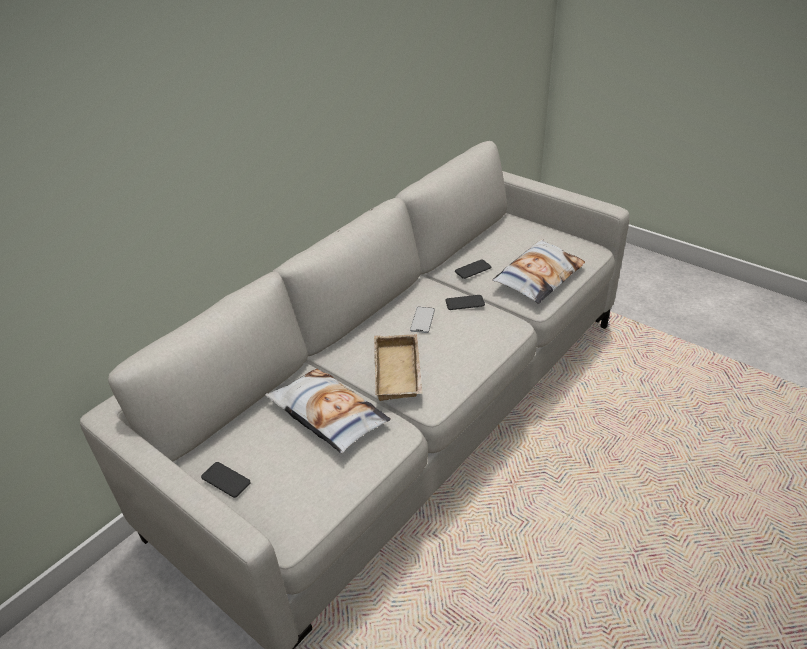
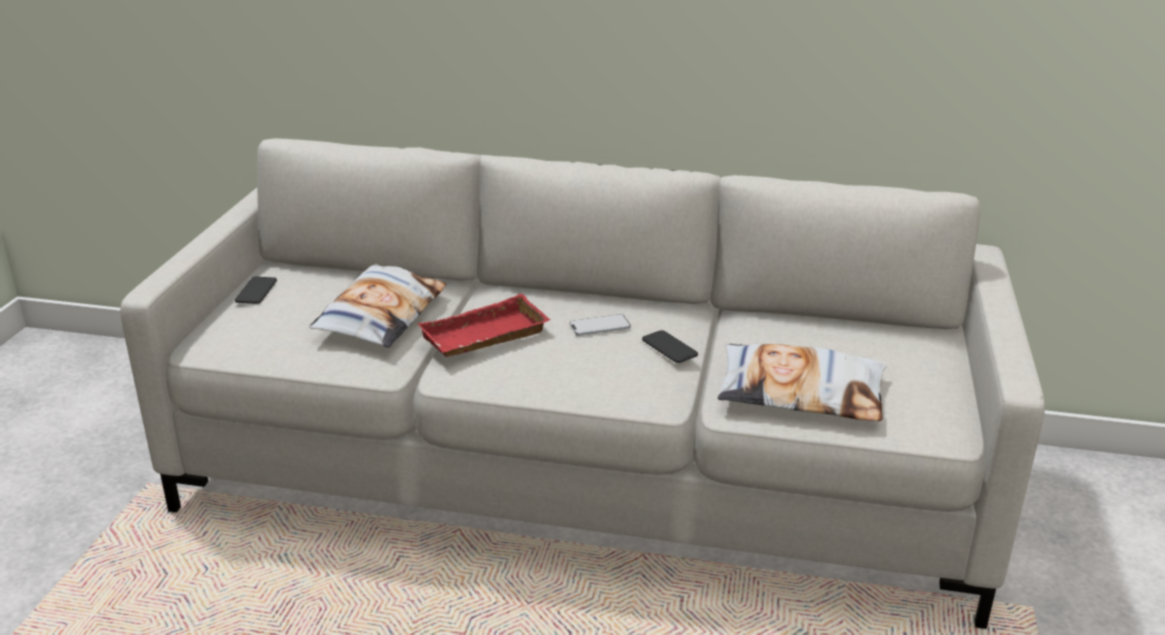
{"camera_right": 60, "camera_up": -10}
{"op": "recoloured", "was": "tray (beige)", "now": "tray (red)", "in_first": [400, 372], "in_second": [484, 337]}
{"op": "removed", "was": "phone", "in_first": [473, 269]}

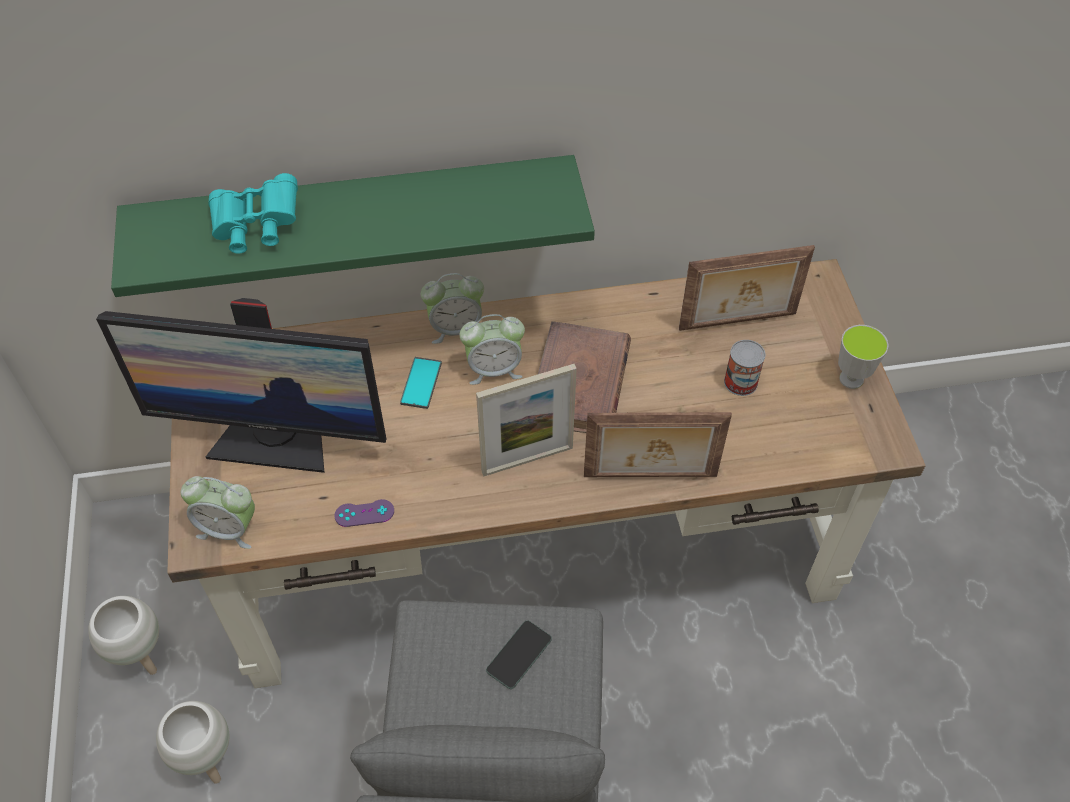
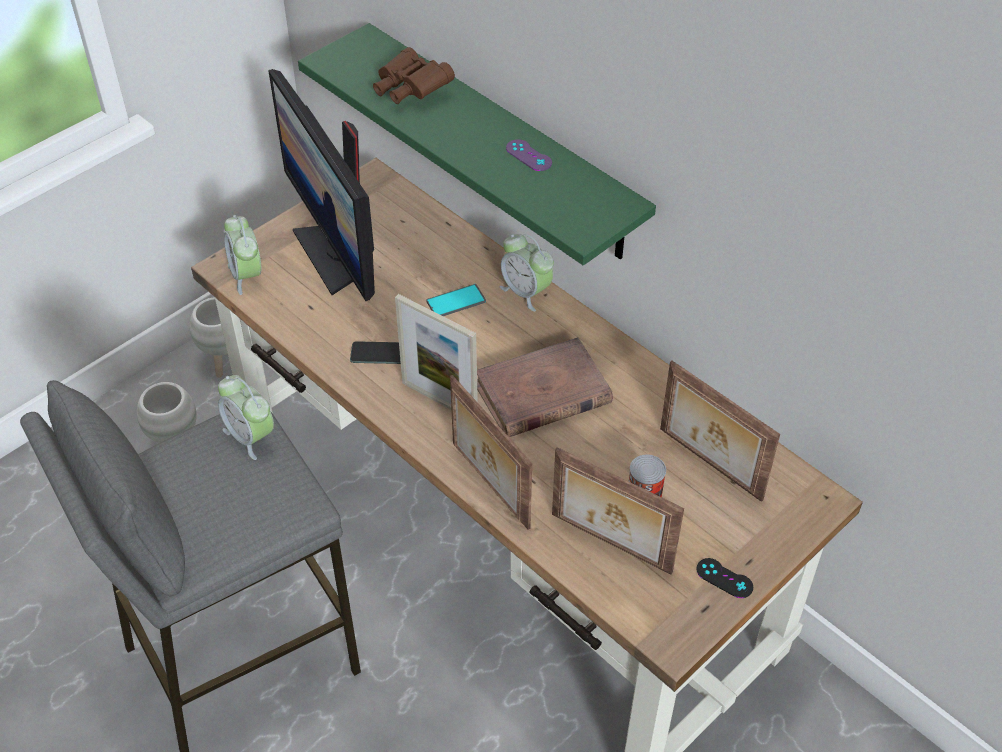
{"camera_right": 55, "camera_up": -5}
{"op": "moved", "was": "alarm clock", "in_first": [494, 369], "in_second": [250, 436]}
{"op": "moved", "was": "phone", "in_first": [519, 655], "in_second": [379, 353]}
{"op": "recoloured", "was": "binoculars (turquoise)", "now": "binoculars (brown)", "in_first": [256, 228], "in_second": [410, 90]}
{"op": "moved", "was": "game controller (purple)", "in_first": [364, 513], "in_second": [528, 155]}
{"op": "added", "now": "picture frame", "in_second": [610, 545]}
{"op": "replaced", "was": "cup", "now": "game controller (black)", "in_first": [851, 379], "in_second": [724, 578]}

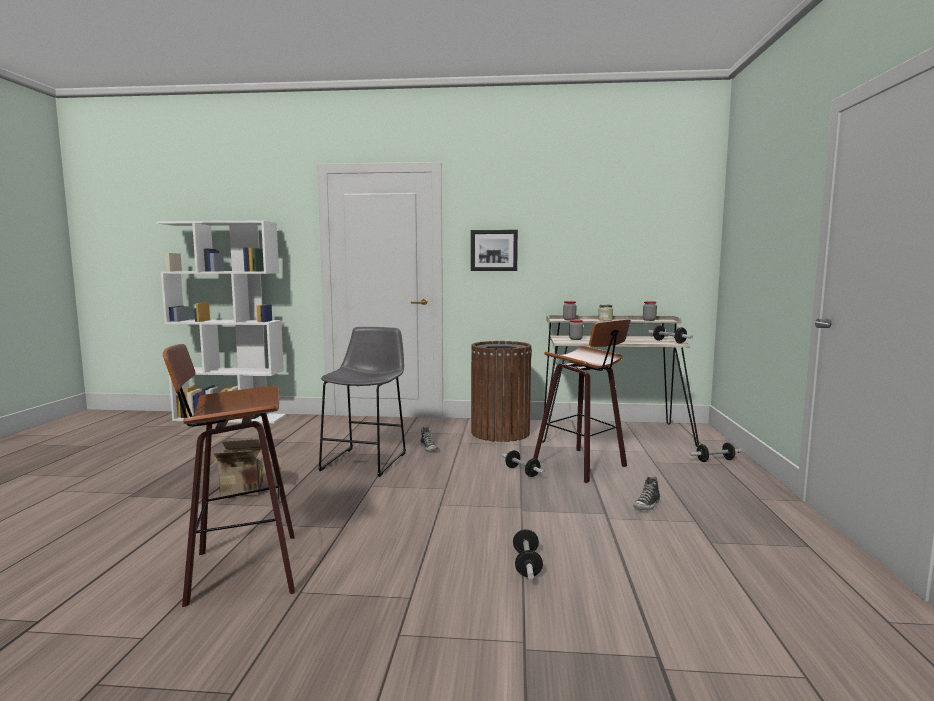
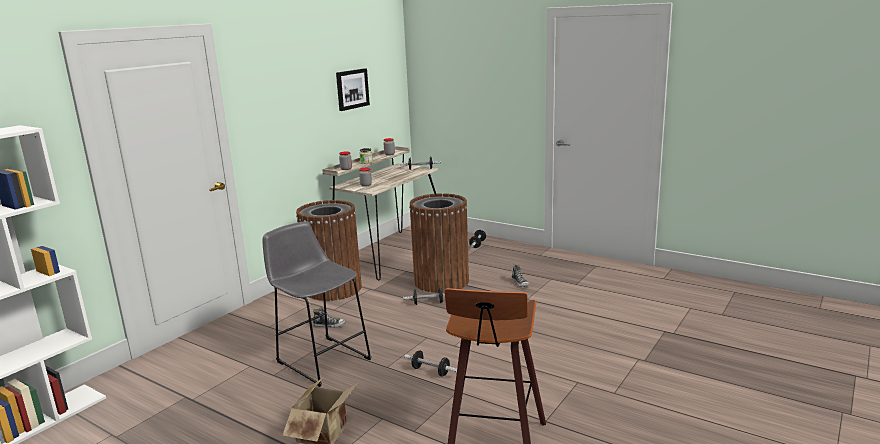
{"camera_right": -60, "camera_up": 10}
{"op": "moved", "was": "picture", "in_first": [494, 250], "in_second": [352, 89]}
{"op": "moved", "was": "dumbbell", "in_first": [527, 564], "in_second": [431, 371]}
{"op": "replaced", "was": "stool", "now": "trash can (brown)", "in_first": [583, 466], "in_second": [441, 281]}

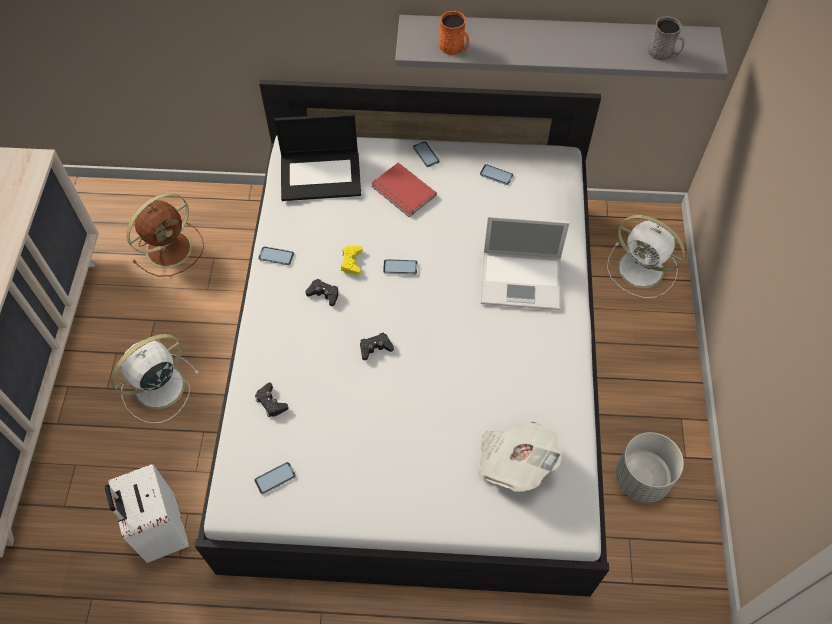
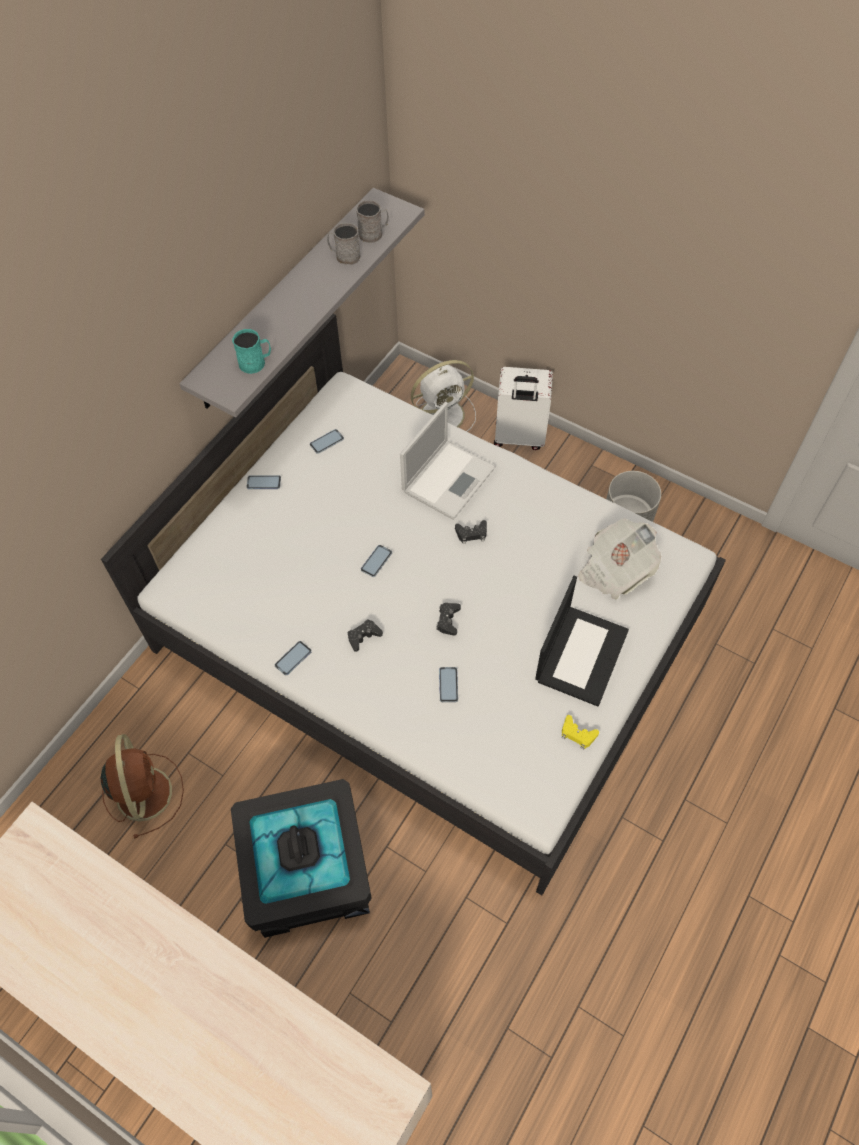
{"camera_right": -60, "camera_up": 0}
{"op": "replaced", "was": "fan (white)", "now": "storage box (black)", "in_first": [157, 388], "in_second": [310, 872]}
{"op": "recoloured", "was": "mug (orange)", "now": "mug (turquoise)", "in_first": [454, 48], "in_second": [256, 362]}
{"op": "added", "now": "mug (grey)", "in_second": [344, 256]}
{"op": "moved", "was": "phone", "in_first": [275, 478], "in_second": [448, 685]}
{"op": "moved", "was": "game controller (black)", "in_first": [271, 402], "in_second": [471, 534]}
{"op": "moved", "was": "suitcase (white)", "in_first": [161, 531], "in_second": [519, 438]}
{"op": "moved", "was": "laptop", "in_first": [321, 175], "in_second": [581, 654]}
{"op": "moved", "was": "game controller (yellow)", "in_first": [351, 262], "in_second": [577, 734]}
{"op": "removed", "was": "book (red)", "in_first": [402, 192]}

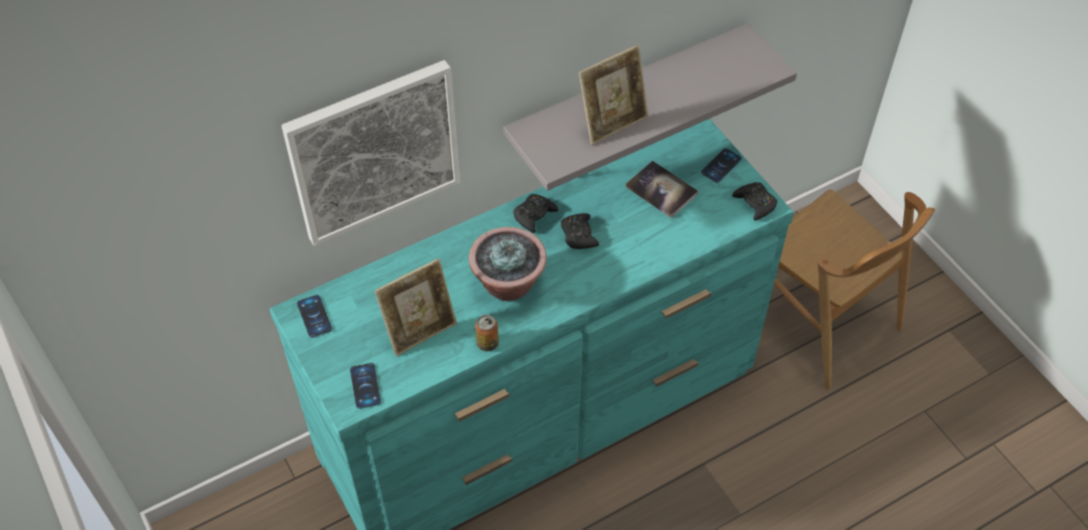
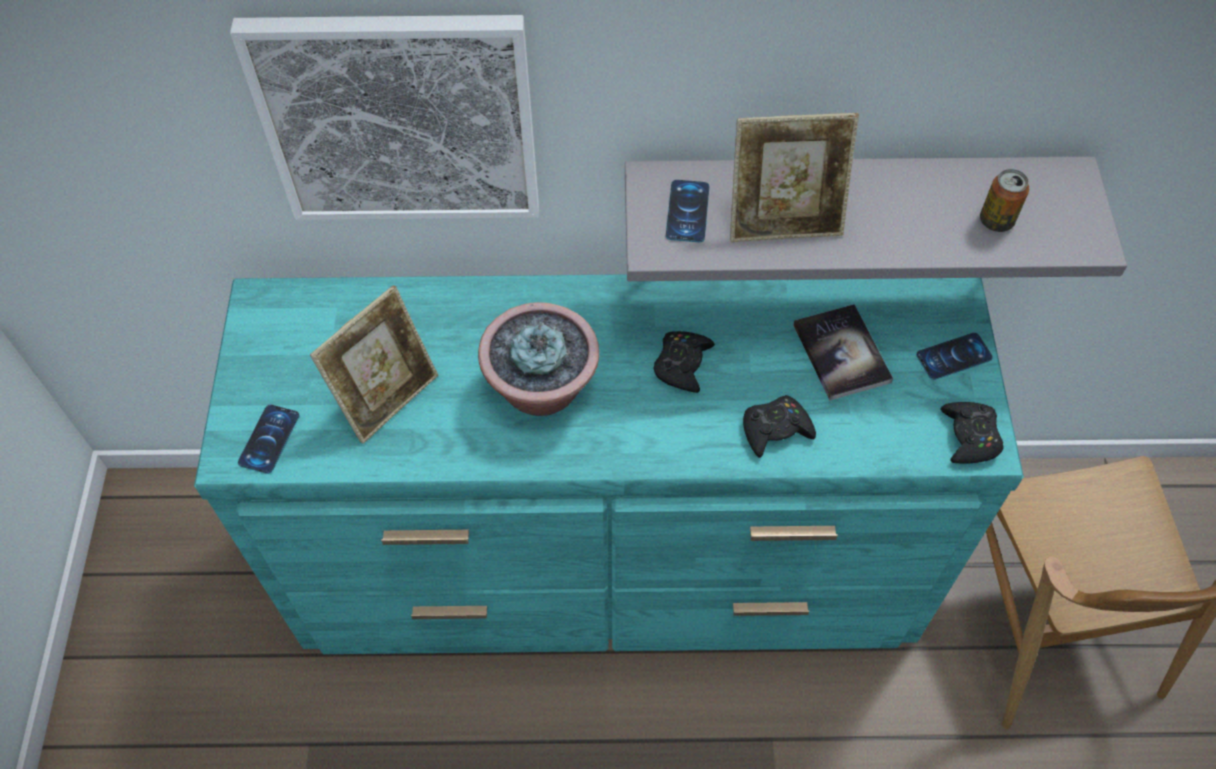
{"camera_right": 30, "camera_up": 5}
{"op": "turned", "was": "picture frame", "in_first": [420, 330], "in_second": [387, 397], "clockwise": -45}
{"op": "moved", "was": "phone", "in_first": [314, 316], "in_second": [687, 211]}
{"op": "moved", "was": "game controller (black)", "in_first": [534, 215], "in_second": [775, 430]}
{"op": "moved", "was": "can", "in_first": [487, 343], "in_second": [996, 221]}

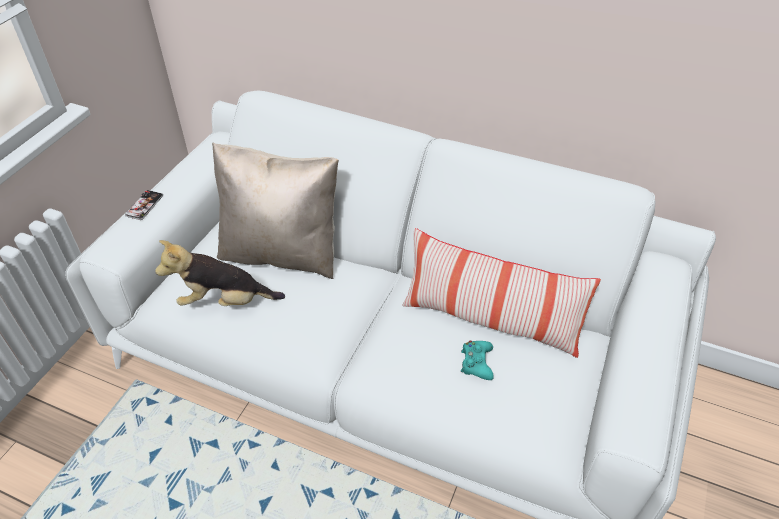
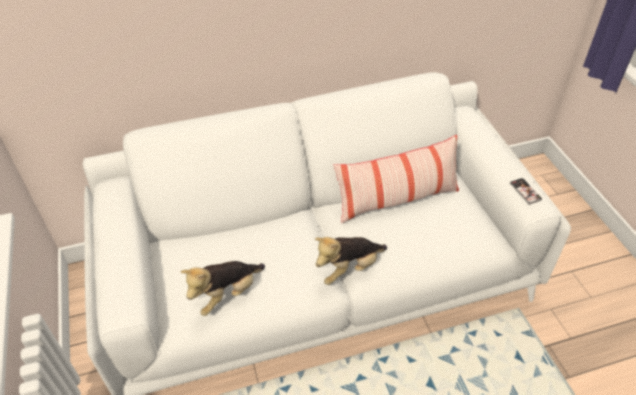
{"camera_right": -40, "camera_up": 0}
{"op": "added", "now": "plush toy", "in_second": [349, 269]}
{"op": "moved", "was": "phone", "in_first": [144, 205], "in_second": [525, 191]}
{"op": "removed", "was": "pillow (beige)", "in_first": [282, 253]}
{"op": "removed", "was": "game controller (turquoise)", "in_first": [476, 363]}

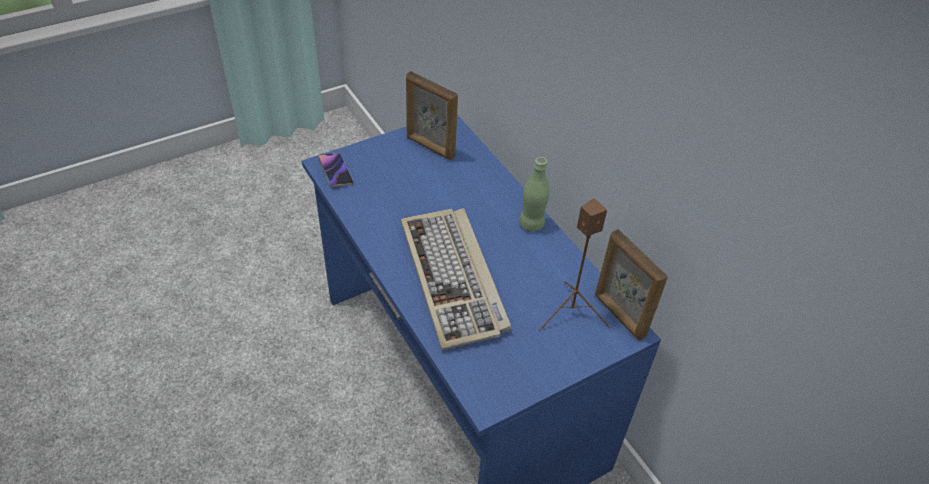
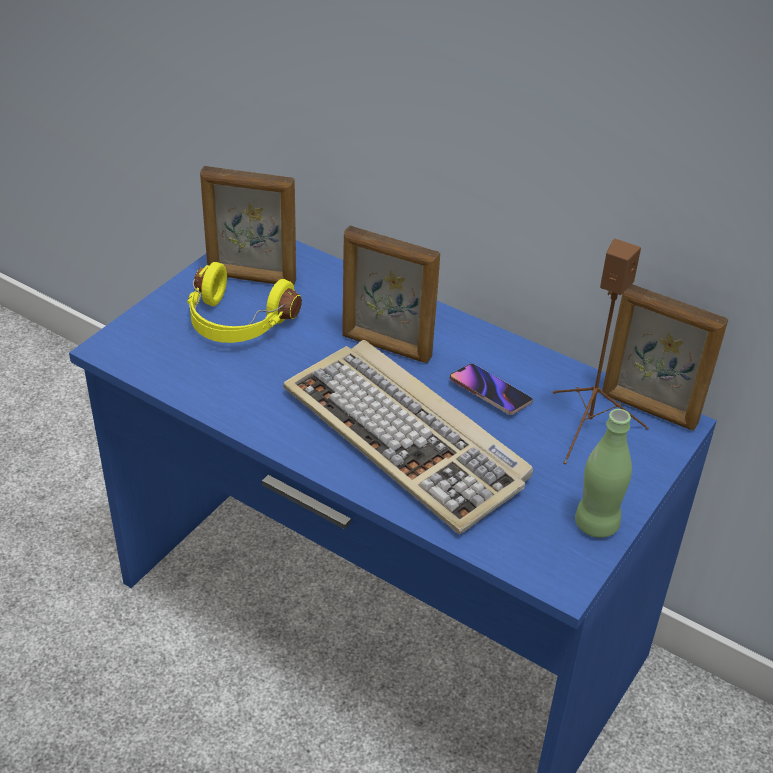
{"camera_right": -25, "camera_up": -5}
{"op": "added", "now": "headphones (yellow)", "in_second": [236, 323]}
{"op": "added", "now": "picture frame", "in_second": [386, 347]}
{"op": "moved", "was": "phone", "in_first": [335, 172], "in_second": [490, 392]}
{"op": "moved", "was": "bottle (green)", "in_first": [531, 224], "in_second": [596, 524]}

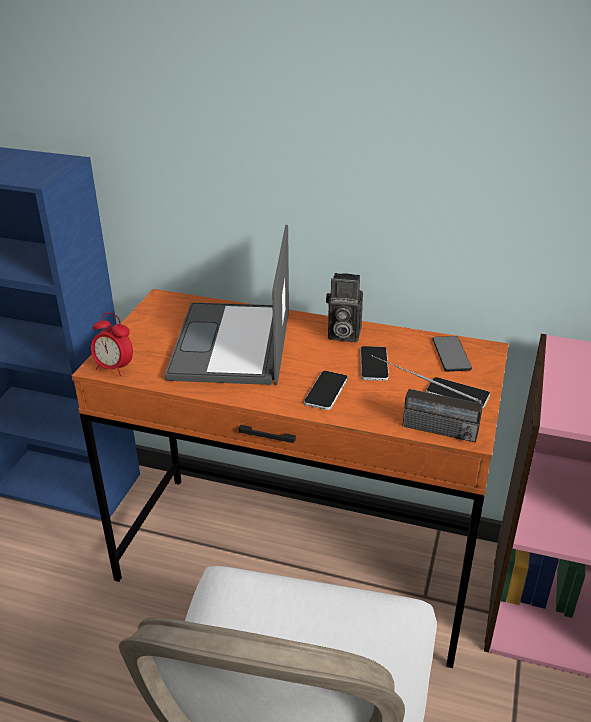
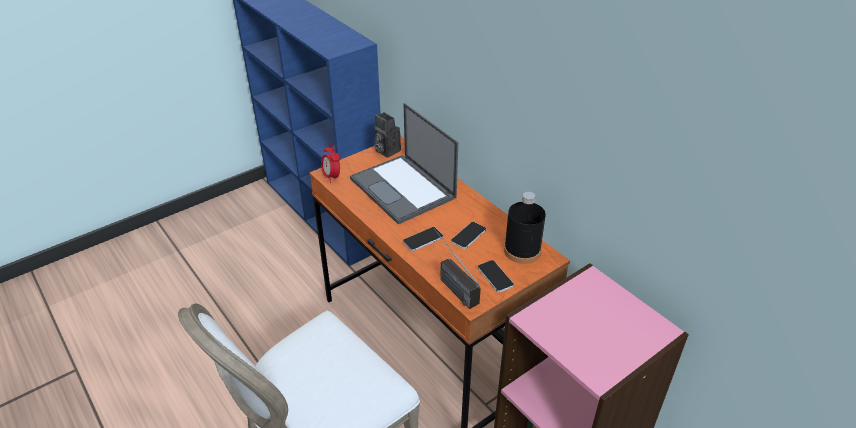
{"camera_right": 35, "camera_up": 5}
{"op": "turned", "was": "laptop", "in_first": [232, 345], "in_second": [404, 189], "clockwise": -75}
{"op": "moved", "was": "photo camera", "in_first": [342, 334], "in_second": [386, 150]}
{"op": "replaced", "was": "phone", "now": "bottle (black)", "in_first": [451, 354], "in_second": [522, 251]}

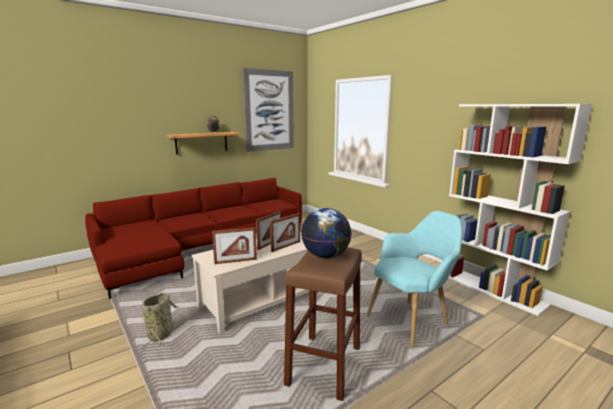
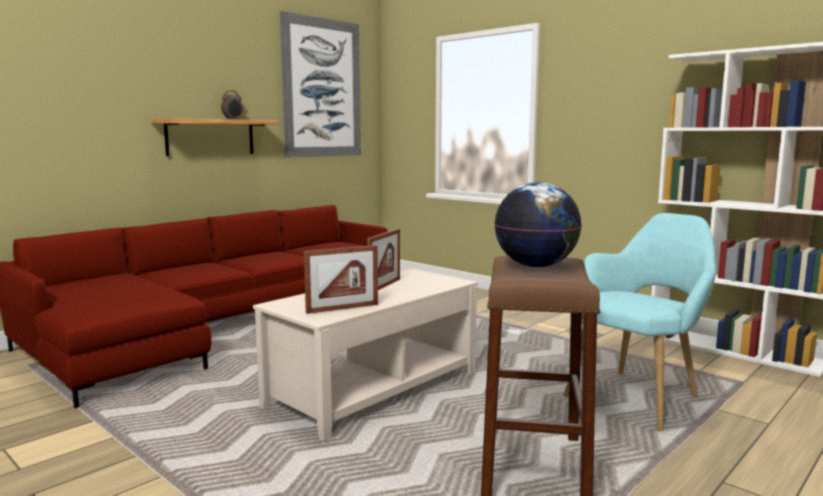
{"camera_right": -10, "camera_up": -5}
{"op": "removed", "was": "basket", "in_first": [161, 334]}
{"op": "removed", "was": "picture frame", "in_first": [286, 246]}

